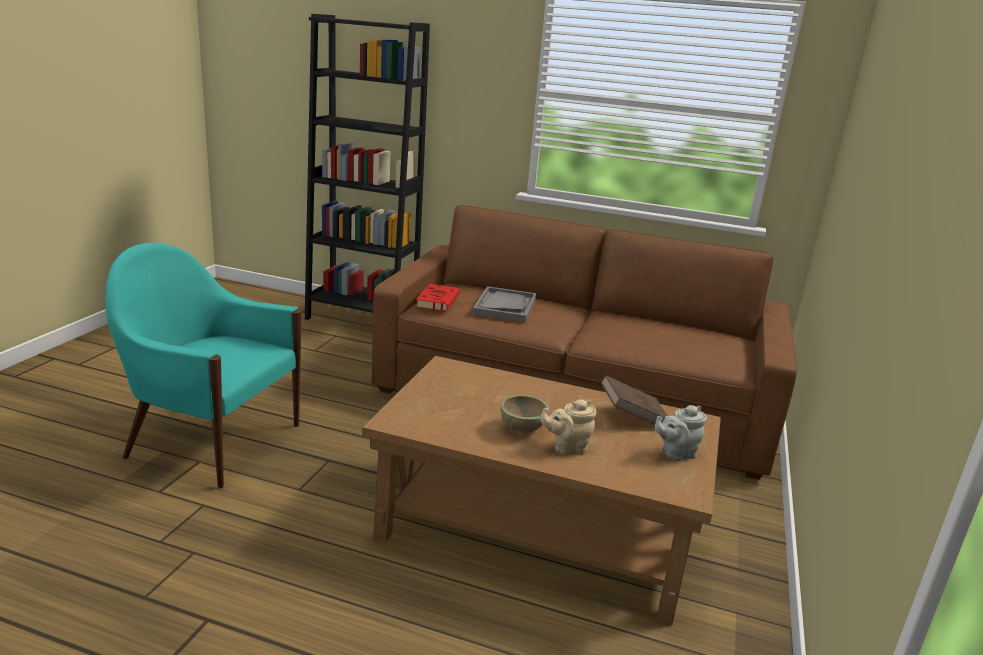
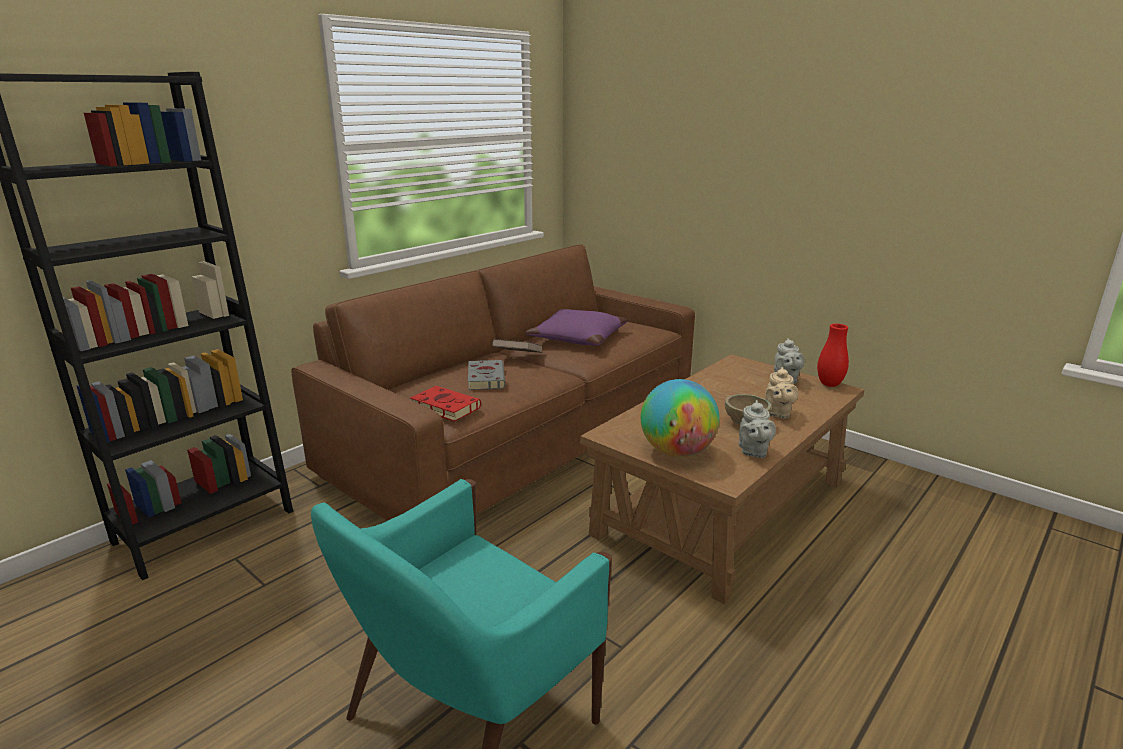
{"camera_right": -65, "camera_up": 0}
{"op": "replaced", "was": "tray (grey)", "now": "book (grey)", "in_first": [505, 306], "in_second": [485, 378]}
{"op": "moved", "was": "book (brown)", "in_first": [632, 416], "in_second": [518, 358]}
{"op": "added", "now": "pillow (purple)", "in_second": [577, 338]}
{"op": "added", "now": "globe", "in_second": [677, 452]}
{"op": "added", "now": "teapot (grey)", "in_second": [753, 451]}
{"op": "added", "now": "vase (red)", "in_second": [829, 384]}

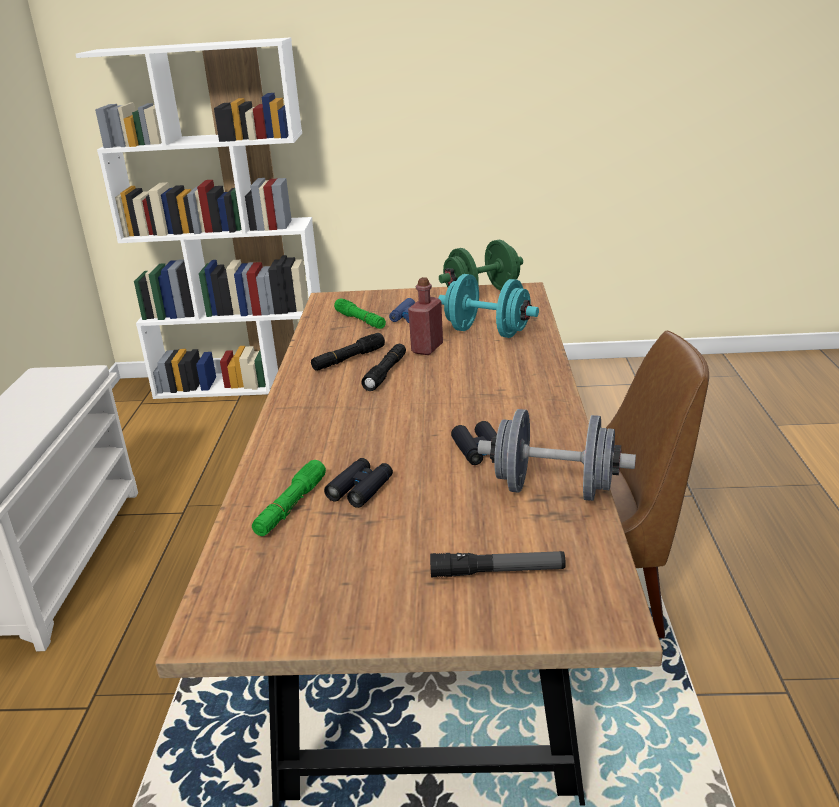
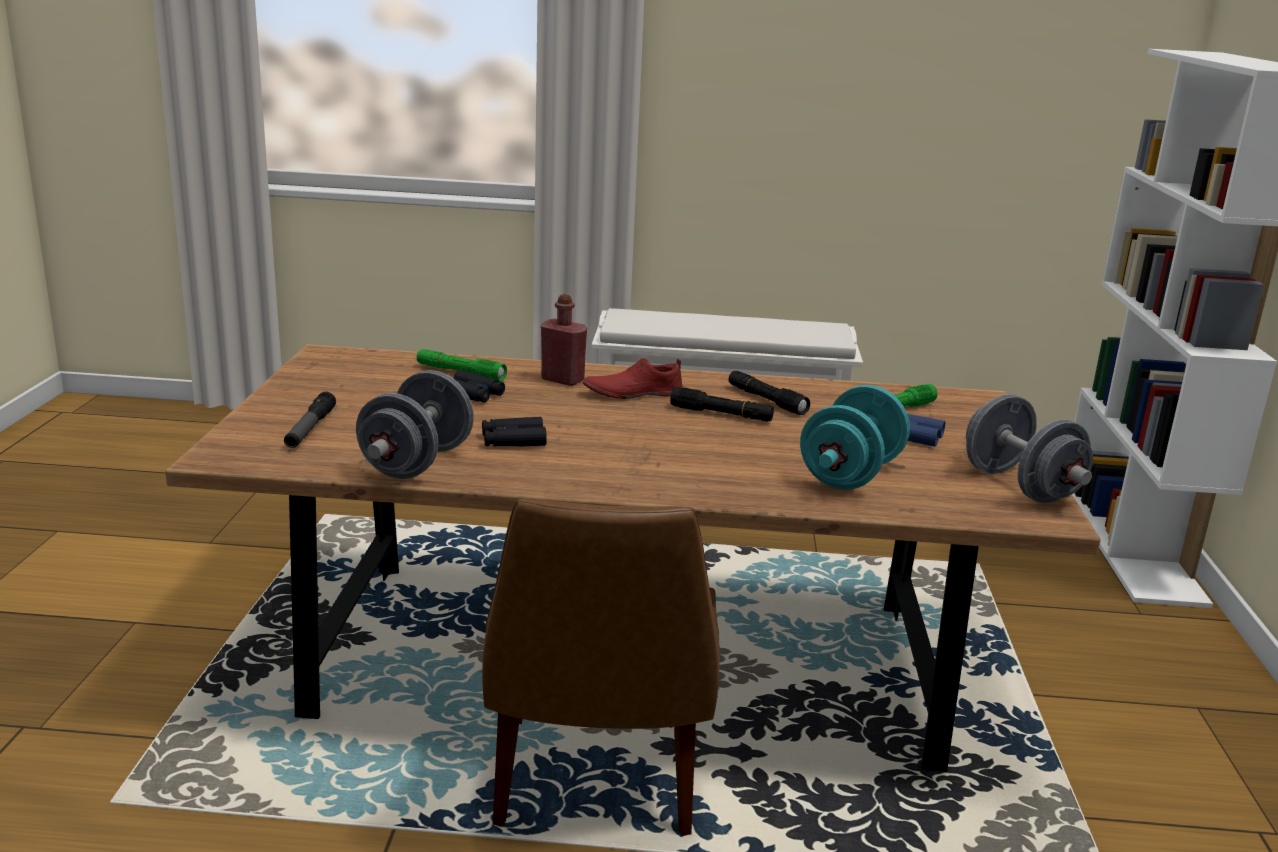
{"camera_right": 90, "camera_up": -5}
{"op": "moved", "was": "bottle (red)", "in_first": [427, 348], "in_second": [562, 380]}
{"op": "added", "now": "shoe (red)", "in_second": [633, 393]}
{"op": "recoloured", "was": "dumbbell (green)", "now": "dumbbell (grey)", "in_first": [482, 293], "in_second": [1020, 486]}

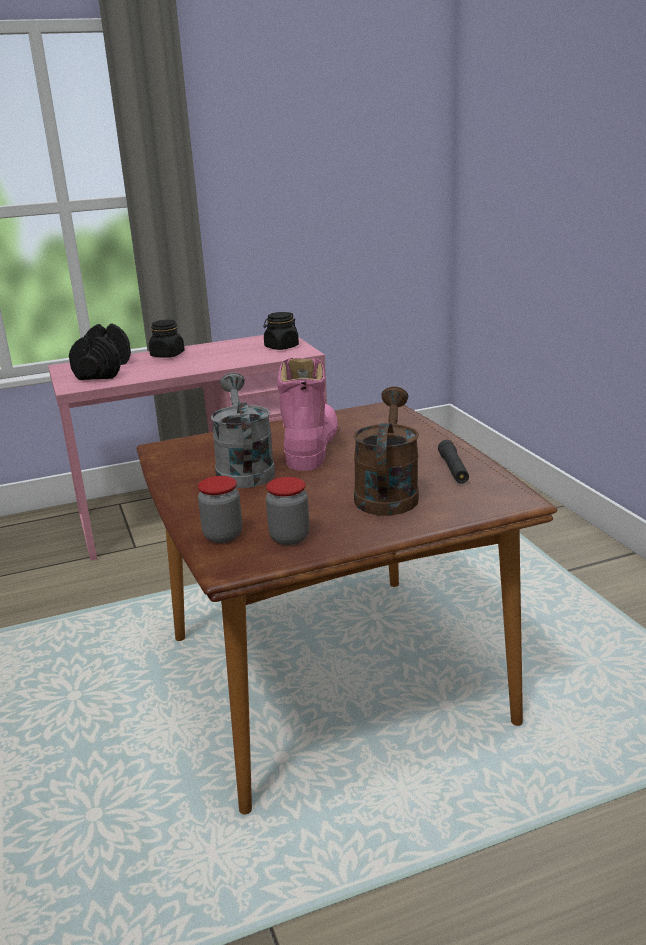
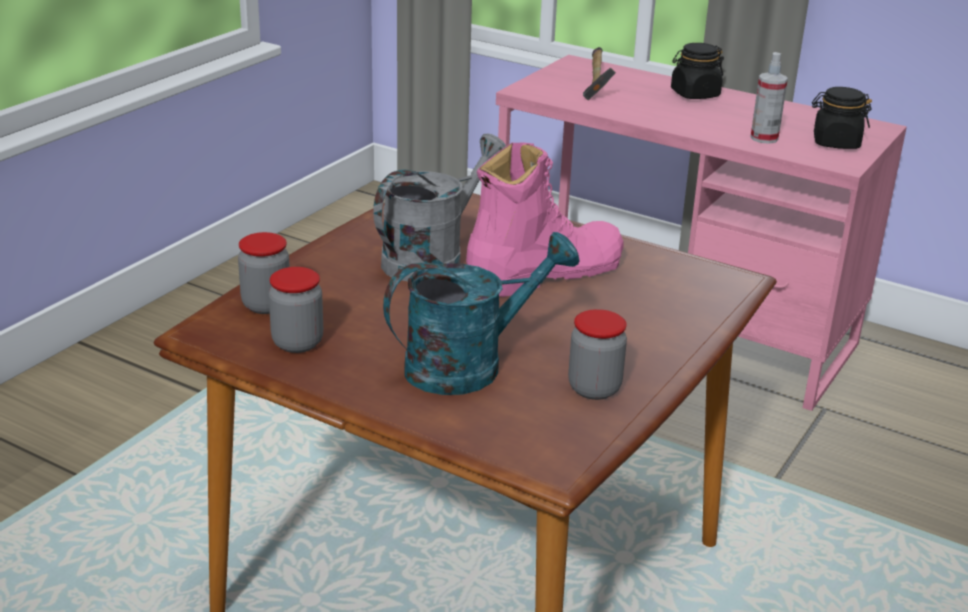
{"camera_right": 50, "camera_up": 5}
{"op": "recoloured", "was": "watering can (brown)", "now": "watering can (turquoise)", "in_first": [387, 493], "in_second": [469, 365]}
{"op": "replaced", "was": "flashlight (black)", "now": "jar", "in_first": [453, 469], "in_second": [594, 388]}
{"op": "replaced", "was": "dumbbell (black)", "now": "hammer", "in_first": [103, 370], "in_second": [595, 83]}
{"op": "added", "now": "spray bottle", "in_second": [764, 138]}

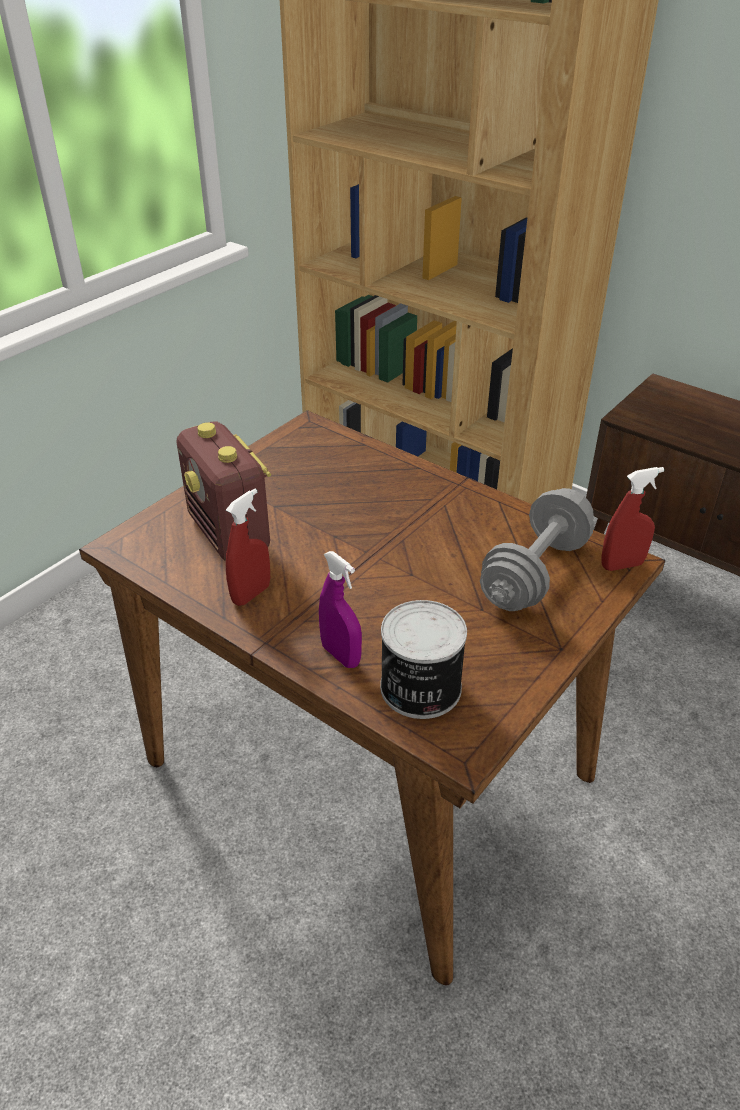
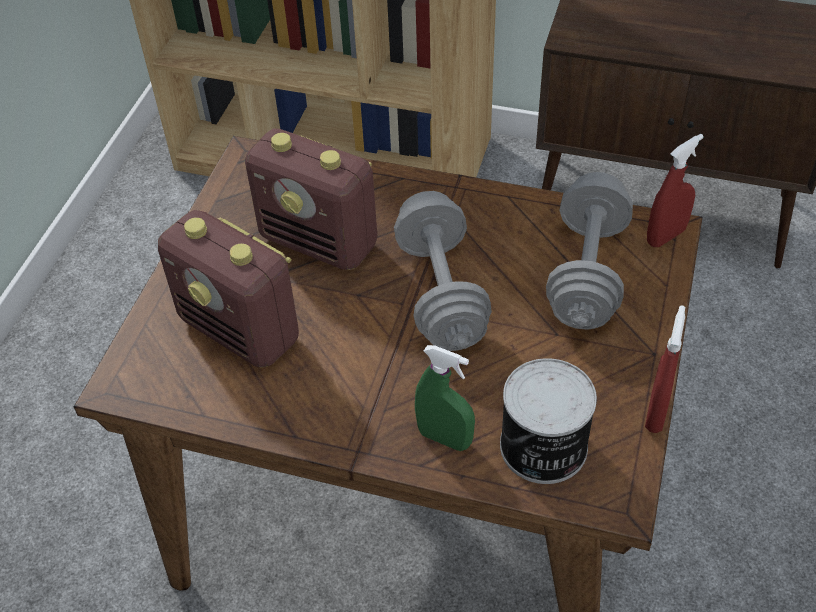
{"camera_right": -20, "camera_up": 10}
{"op": "added", "now": "radio", "in_second": [320, 242]}
{"op": "added", "now": "dumbbell (grey)", "in_second": [441, 293]}
{"op": "recoloured", "was": "spray bottle (purple)", "now": "spray bottle (green)", "in_first": [341, 655], "in_second": [444, 438]}
{"op": "moved", "was": "spray bottle (red)", "in_first": [251, 594], "in_second": [656, 413]}

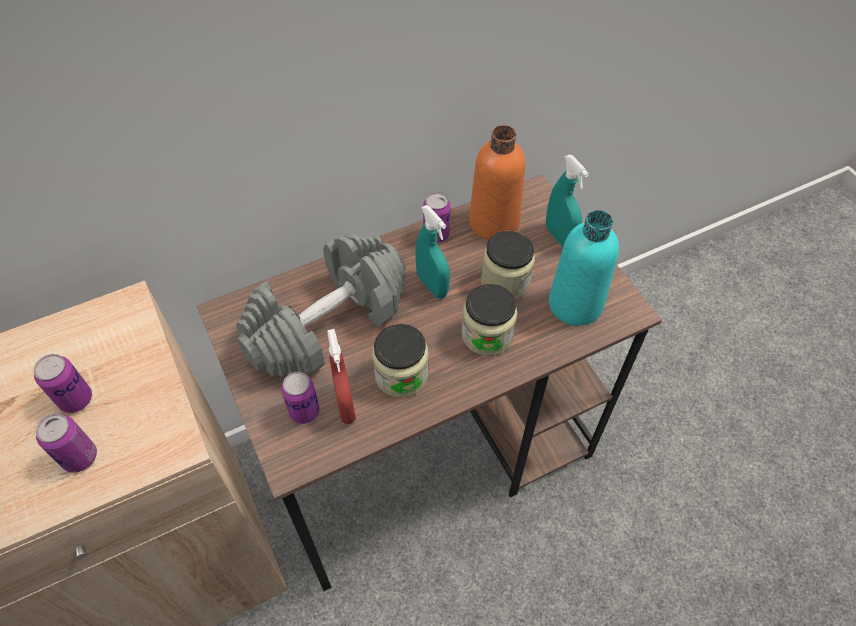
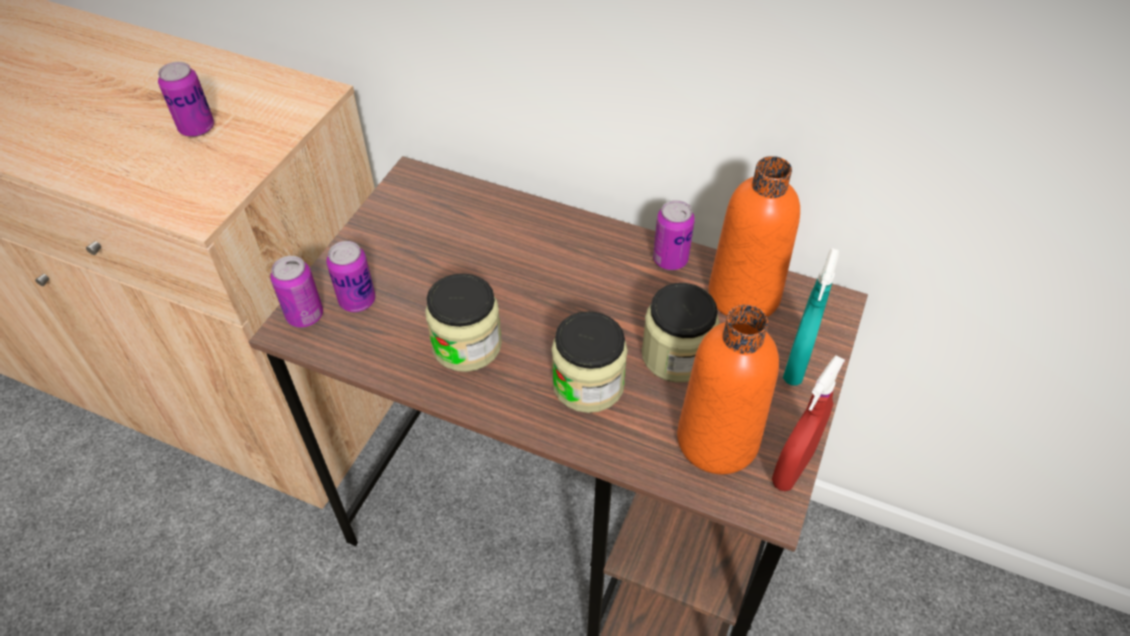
{"camera_right": 50, "camera_up": -5}
{"op": "moved", "was": "can", "in_first": [80, 457], "in_second": [305, 315]}
{"op": "recoloured", "was": "bottle (turquoise)", "now": "bottle (orange)", "in_first": [575, 304], "in_second": [717, 440]}
{"op": "moved", "was": "spray bottle (red)", "in_first": [345, 405], "in_second": [792, 468]}
{"op": "removed", "was": "dumbbell (grey)", "in_first": [327, 322]}
{"op": "removed", "was": "spray bottle (turquoise)", "in_first": [432, 285]}

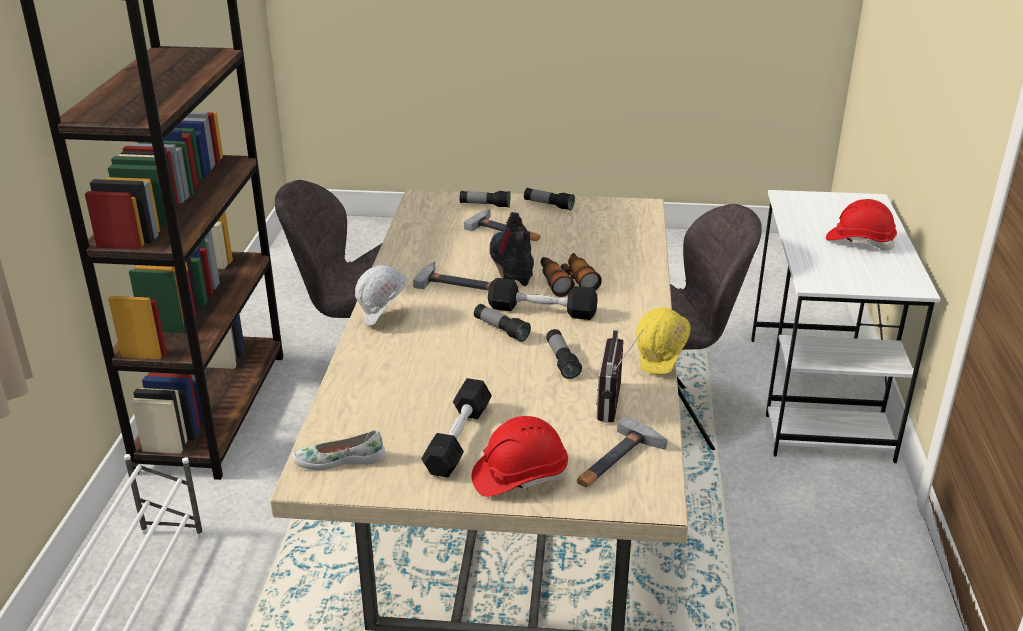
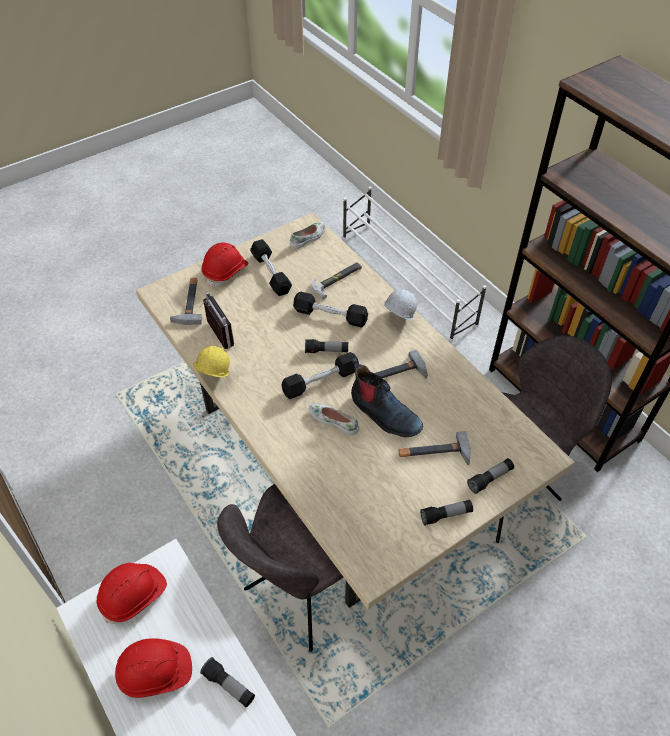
{"camera_right": 140, "camera_up": 20}
{"op": "added", "now": "hard hat (red)", "in_second": [134, 596]}
{"op": "moved", "was": "flashlight", "in_first": [562, 361], "in_second": [229, 686]}
{"op": "added", "now": "dumbbell (black)", "in_second": [330, 316]}
{"op": "replaced", "was": "binoculars", "now": "shoe (white)", "in_first": [566, 281], "in_second": [334, 420]}
{"op": "added", "now": "hammer", "in_second": [337, 280]}

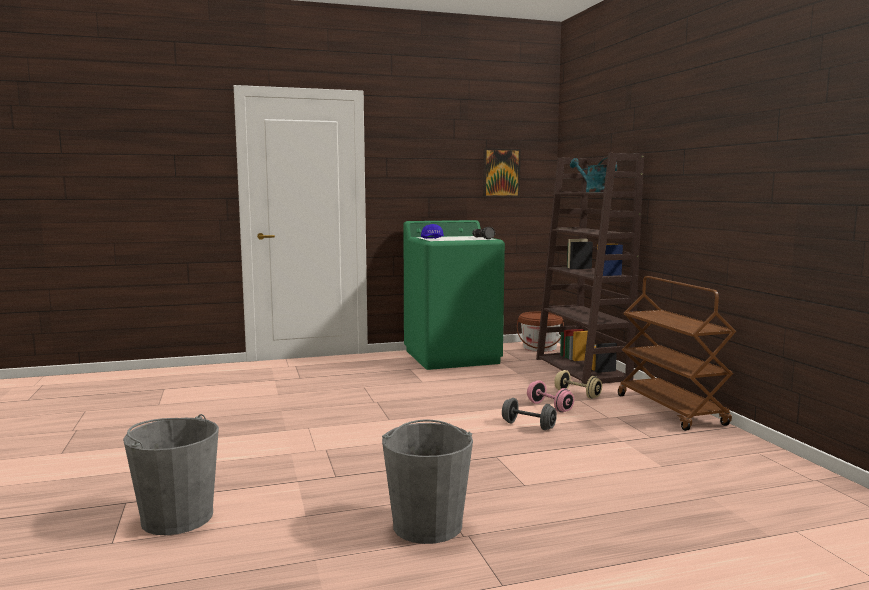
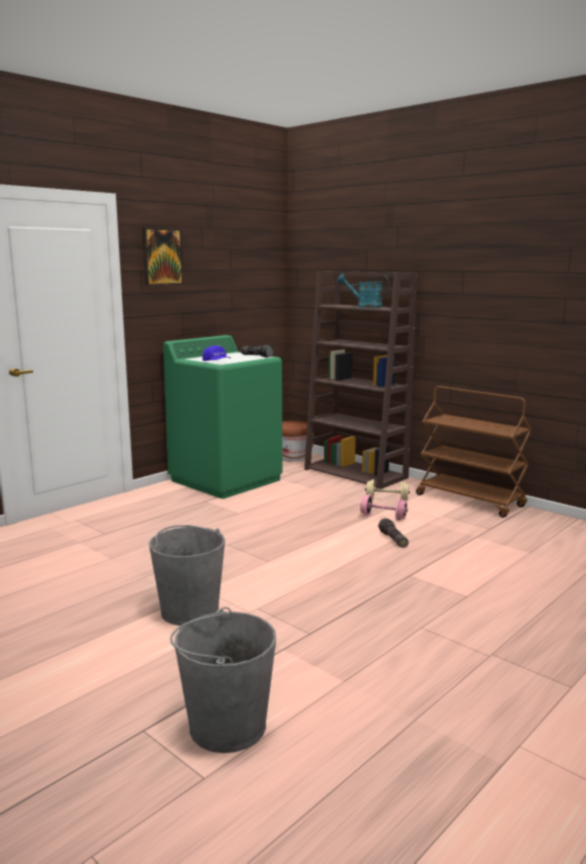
{"camera_right": -30, "camera_up": 5}
{"op": "moved", "was": "picture", "in_first": [501, 173], "in_second": [162, 256]}
{"op": "moved", "was": "bucket (grey)", "in_first": [427, 525], "in_second": [189, 610]}
{"op": "replaced", "was": "dumbbell (grey)", "now": "flashlight", "in_first": [528, 426], "in_second": [392, 539]}

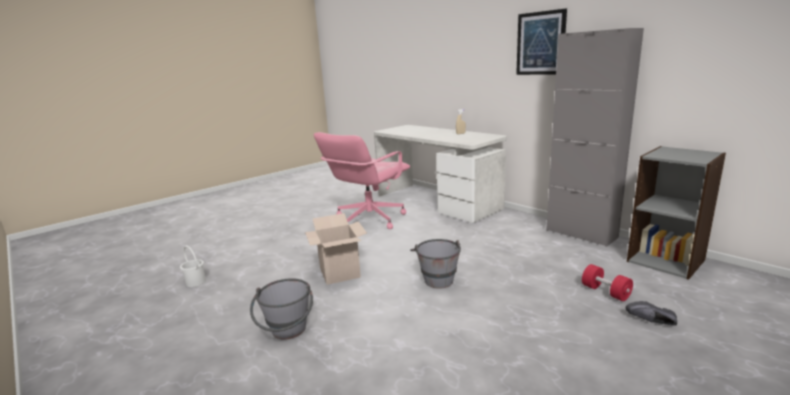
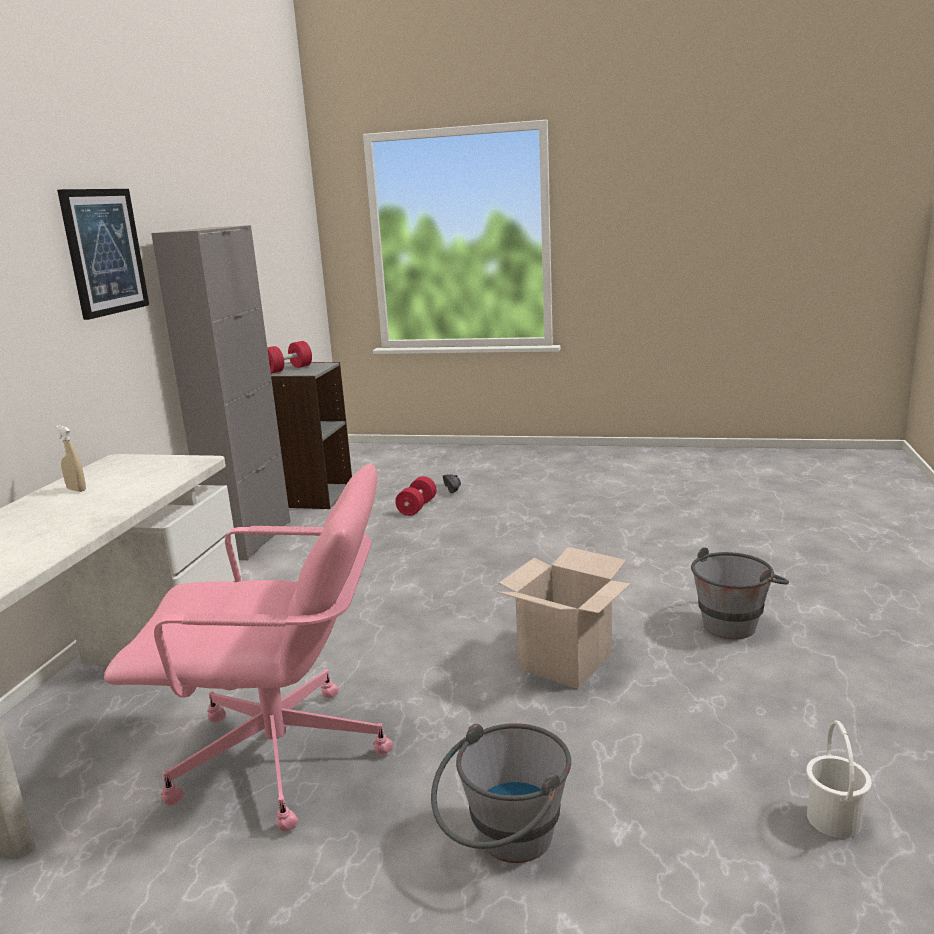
{"camera_right": -125, "camera_up": 0}
{"op": "added", "now": "dumbbell (red)", "in_second": [287, 369]}
{"op": "moved", "was": "bucket (grey)", "in_first": [437, 278], "in_second": [505, 845]}

